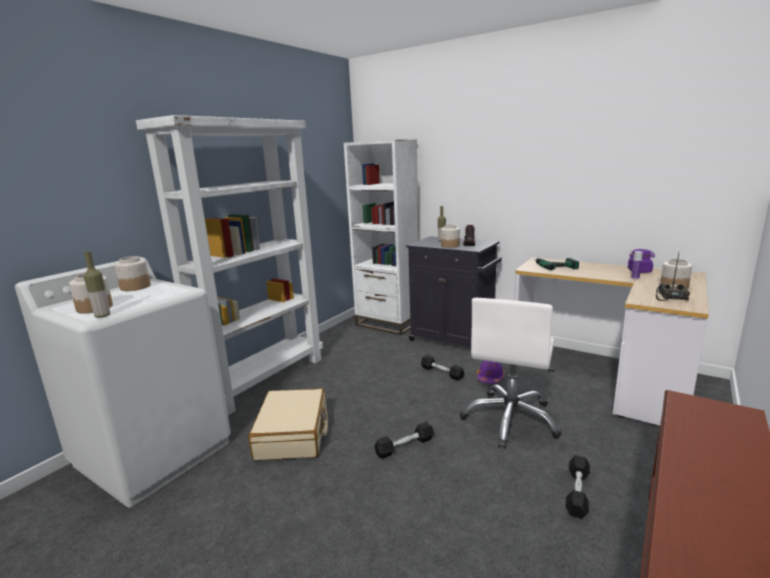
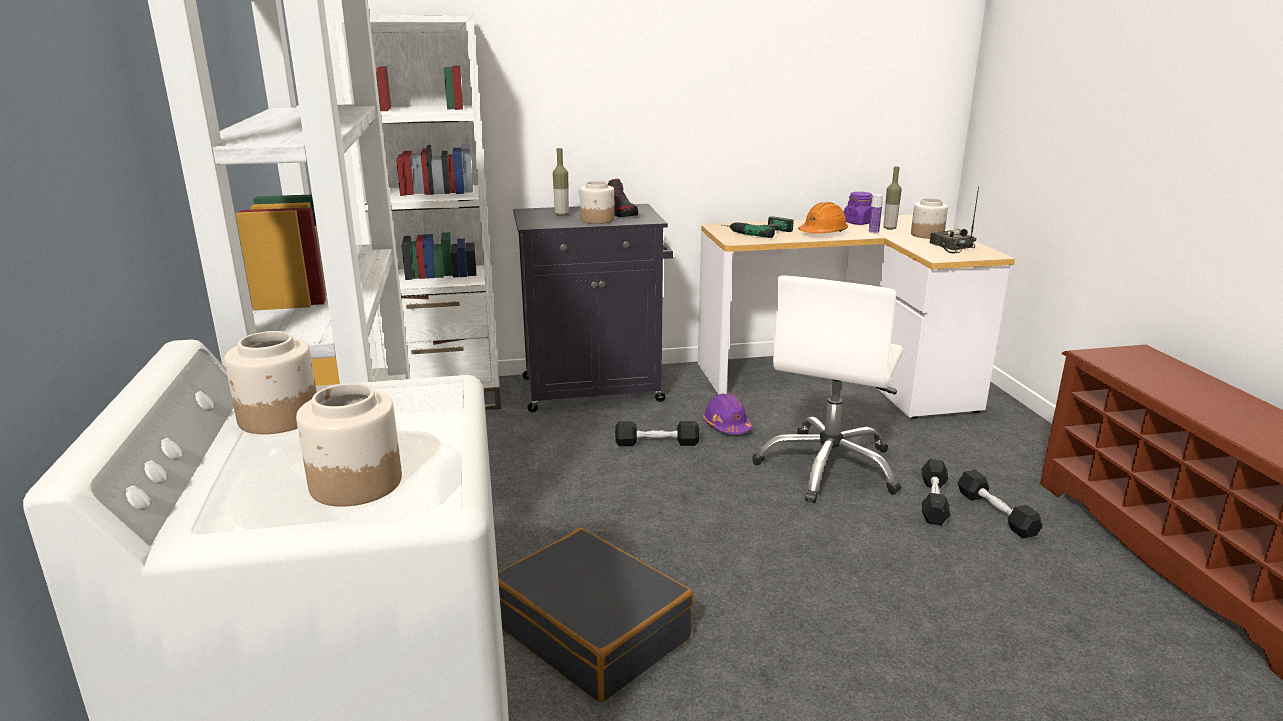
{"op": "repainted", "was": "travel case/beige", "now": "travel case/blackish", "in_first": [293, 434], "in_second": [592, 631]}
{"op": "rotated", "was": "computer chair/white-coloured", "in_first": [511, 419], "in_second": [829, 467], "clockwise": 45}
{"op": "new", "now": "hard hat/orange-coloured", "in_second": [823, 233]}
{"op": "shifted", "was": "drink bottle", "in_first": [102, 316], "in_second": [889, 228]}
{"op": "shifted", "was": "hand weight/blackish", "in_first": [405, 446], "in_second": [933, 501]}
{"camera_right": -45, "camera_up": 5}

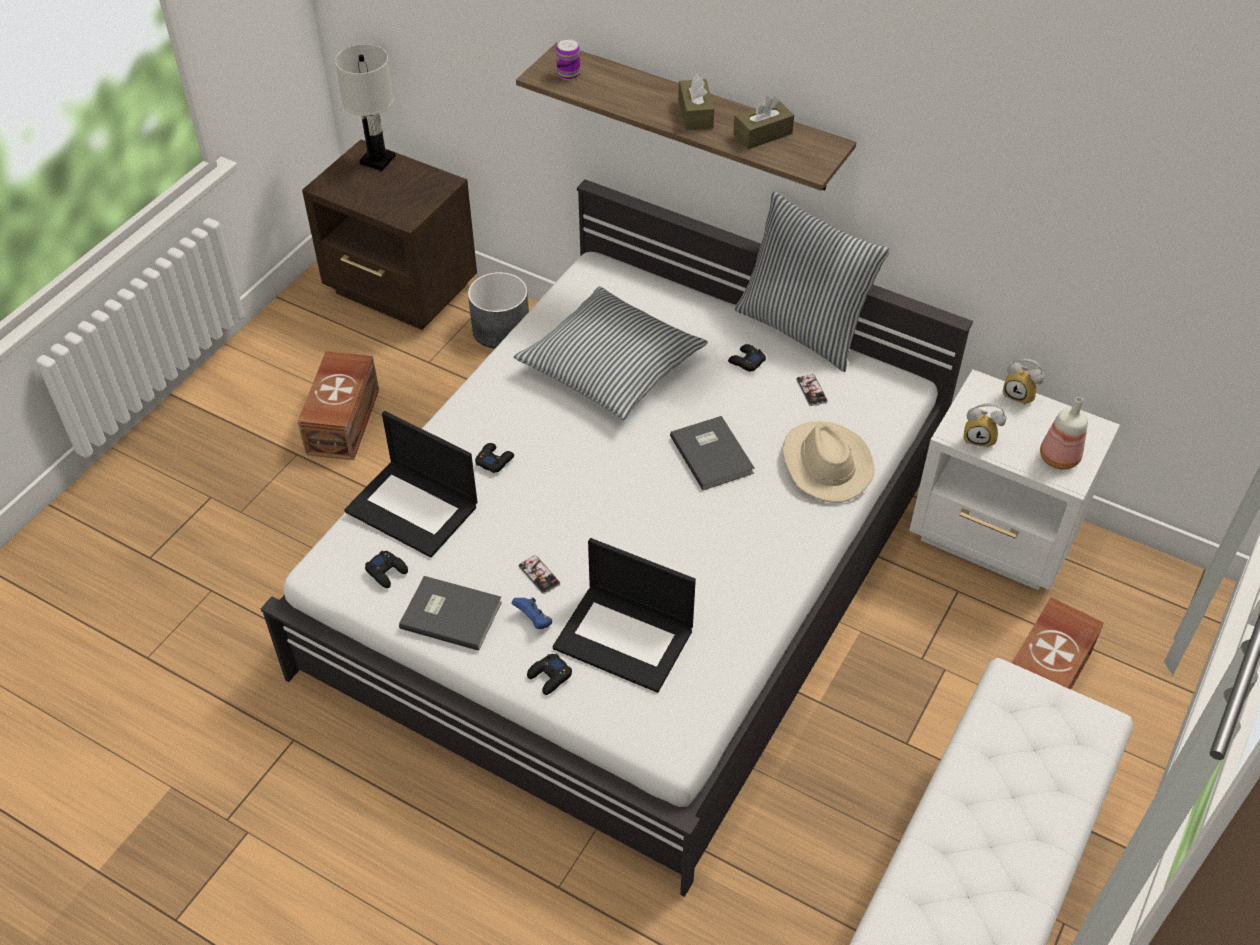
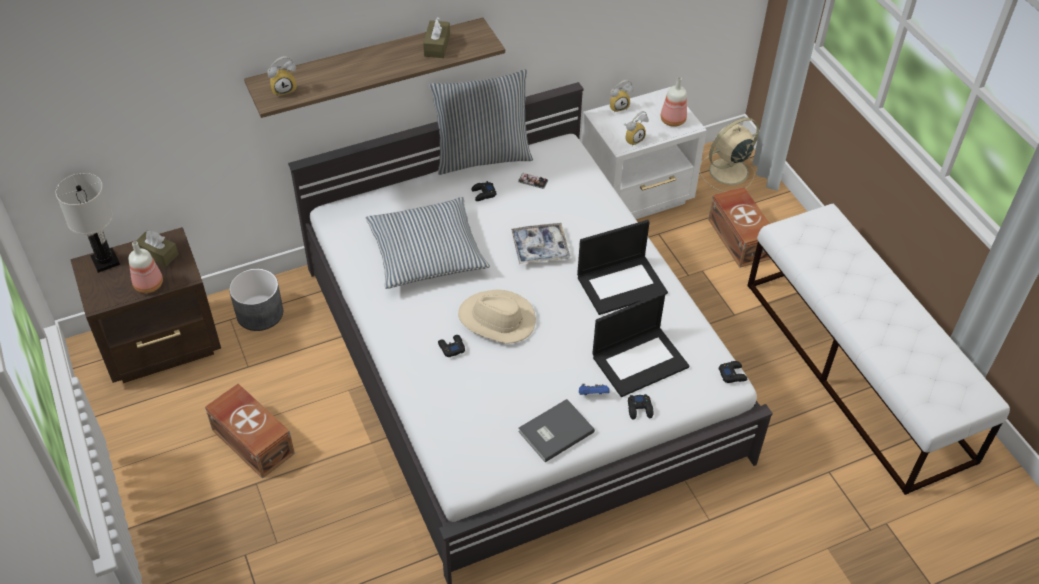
{"op": "new", "now": "drink bottle", "in_second": [148, 284]}
{"op": "shifted", "was": "tissue holder/brown", "in_first": [695, 114], "in_second": [158, 254]}
{"op": "swapped", "was": "can", "now": "alarm clock", "in_first": [568, 74], "in_second": [284, 89]}
{"op": "shifted", "was": "hat/beige", "in_first": [825, 464], "in_second": [497, 320]}
{"op": "swapped", "was": "book/greyish", "now": "tray", "in_first": [713, 453], "in_second": [540, 248]}
{"op": "shifted", "was": "notebook computer", "in_first": [414, 508], "in_second": [622, 284]}
{"op": "new", "now": "fan/beige", "in_second": [727, 172]}
{"op": "shifted", "was": "joypad/blackish", "in_first": [387, 572], "in_second": [732, 374]}
{"op": "gone", "was": "handset", "in_first": [539, 575]}
{"camera_right": -55, "camera_up": 0}

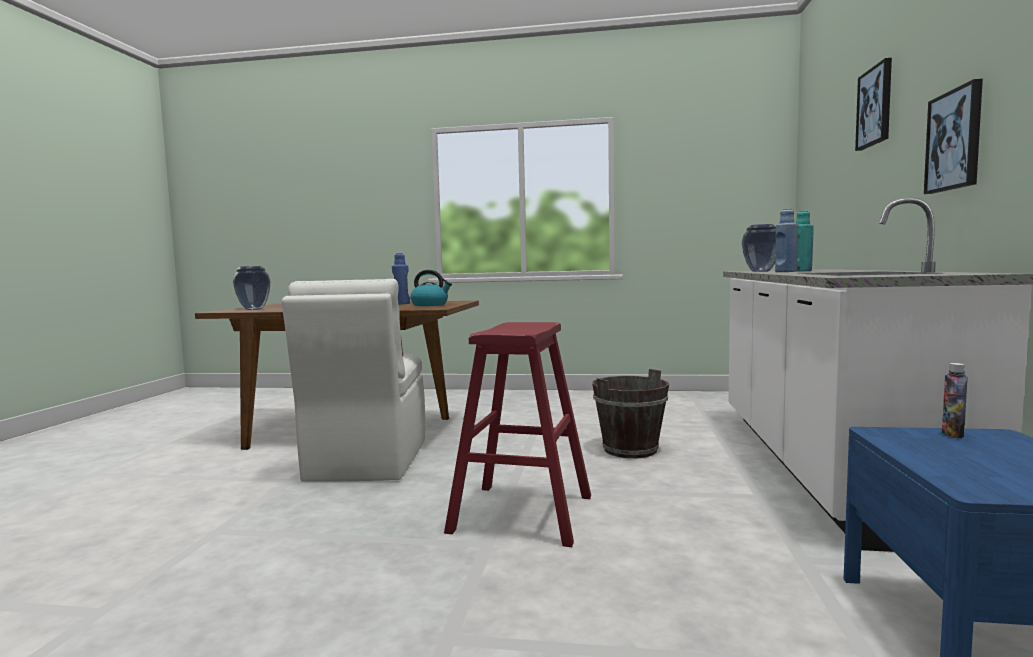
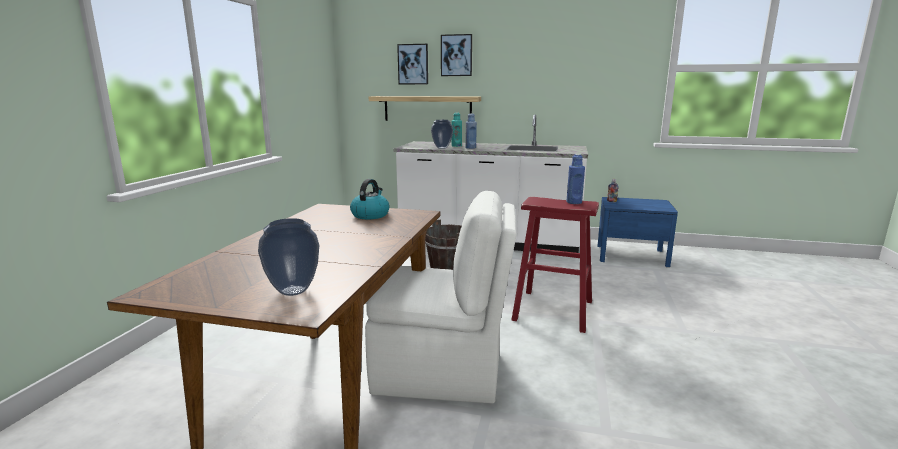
{"op": "new", "now": "bracket shelf", "in_second": [427, 108]}
{"op": "shifted", "was": "wall picture", "in_first": [955, 140], "in_second": [413, 64]}
{"op": "shifted", "was": "drink bottle/blue-coloured", "in_first": [402, 304], "in_second": [574, 202]}
{"camera_right": -85, "camera_up": 10}

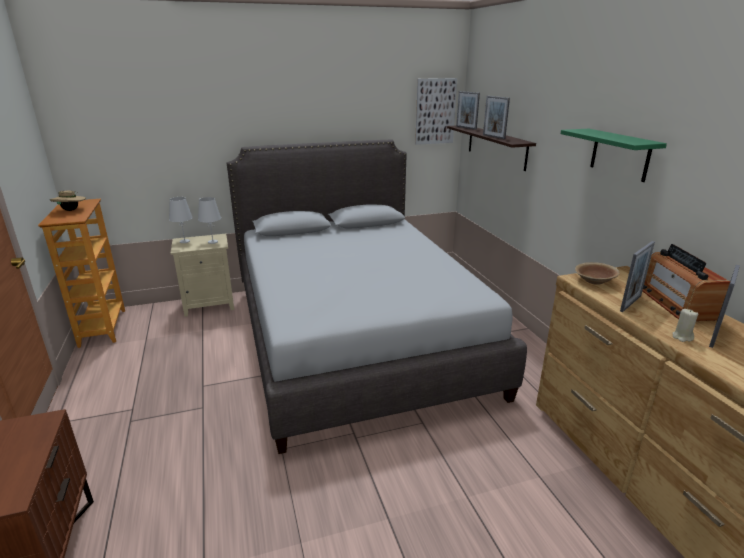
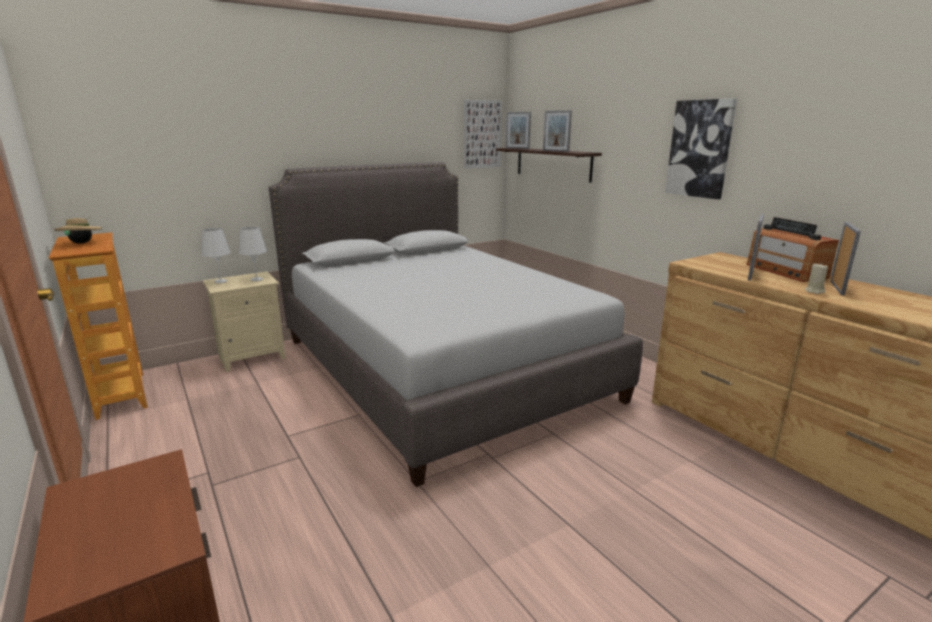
{"op": "swapped", "was": "bracket shelf/green", "now": "wall picture", "in_first": [620, 154], "in_second": [700, 149]}
{"op": "gone", "was": "bowl/brown", "in_first": [594, 281]}
{"camera_right": -15, "camera_up": -5}

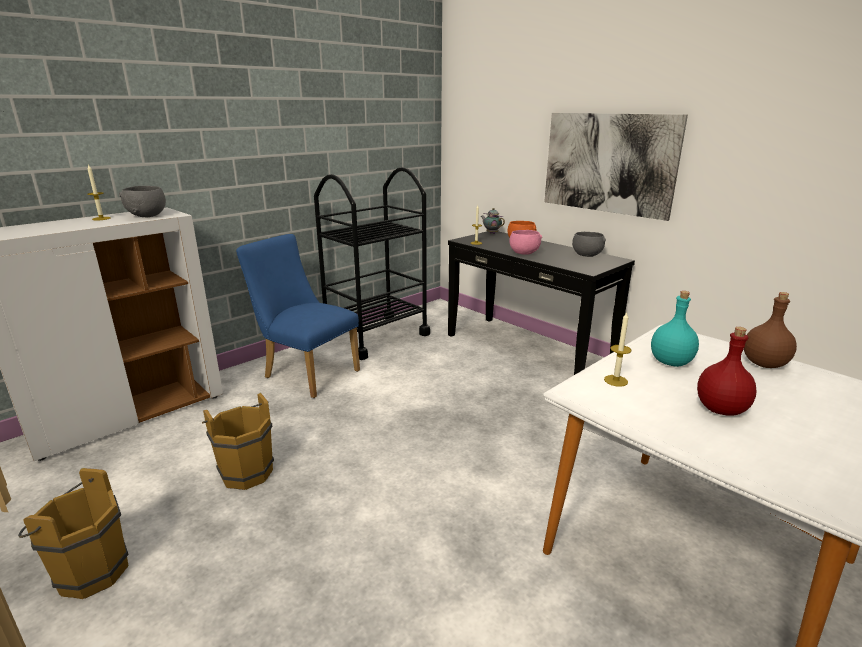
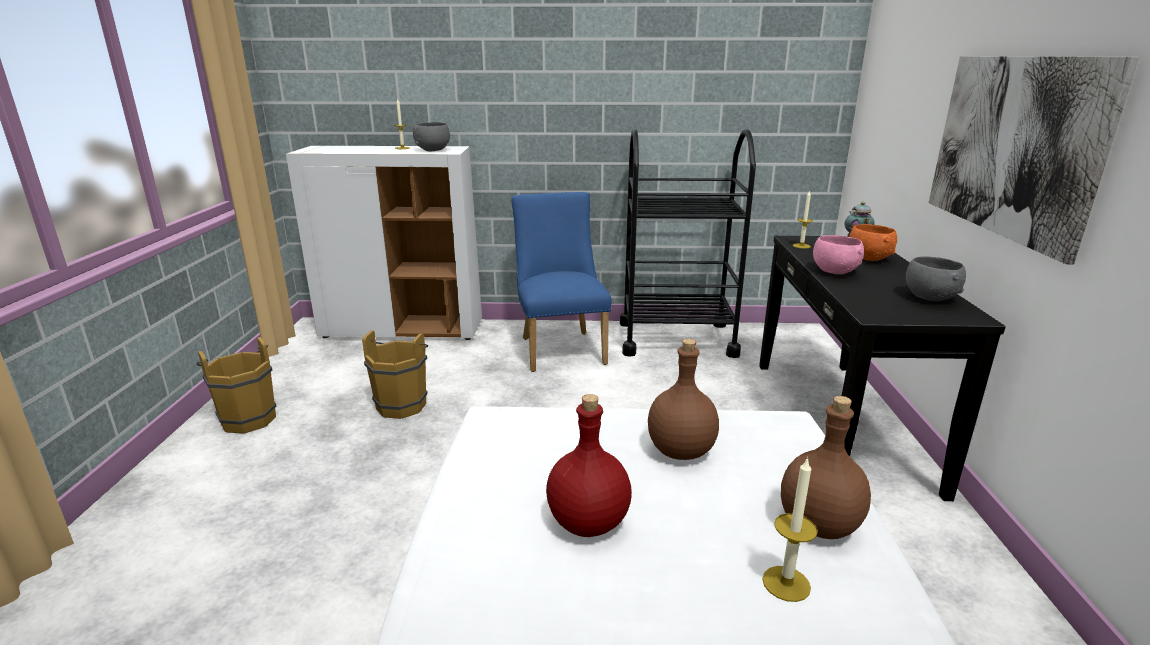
{"op": "repainted", "was": "drink bottle/turquoise", "now": "drink bottle/brown", "in_first": [671, 362], "in_second": [680, 451]}
{"op": "shifted", "was": "wax light", "in_first": [616, 380], "in_second": [786, 583]}
{"camera_right": 45, "camera_up": 0}

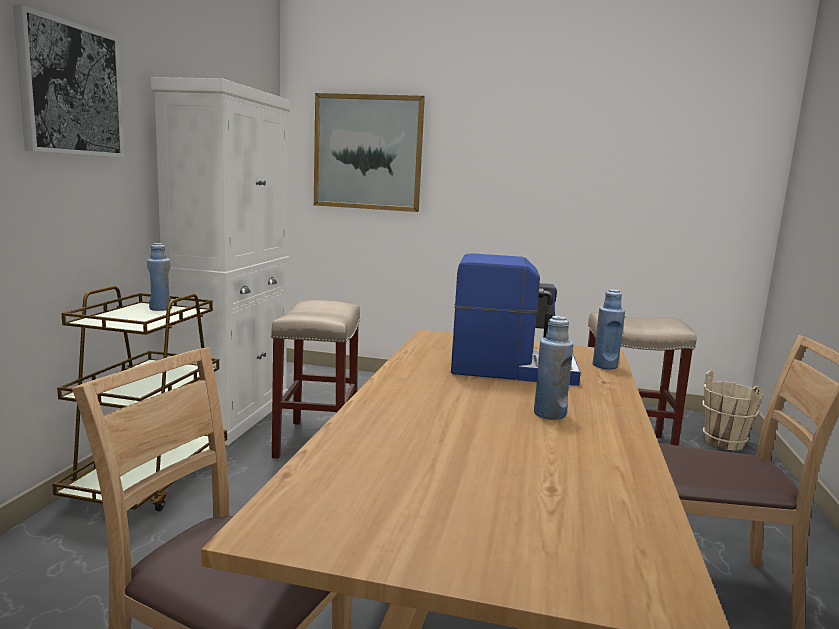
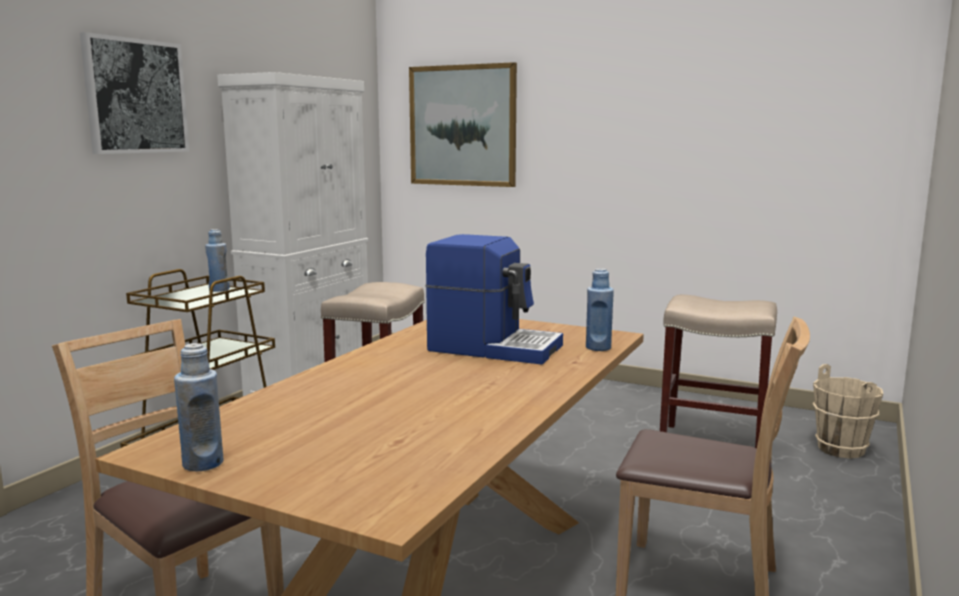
{"op": "shifted", "was": "drink bottle/blue-coloured", "in_first": [549, 414], "in_second": [203, 463]}
{"camera_right": 15, "camera_up": 0}

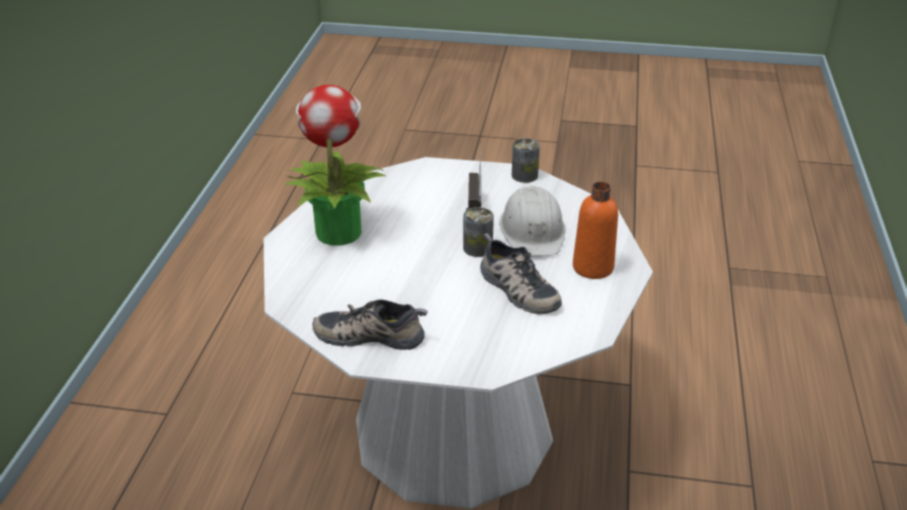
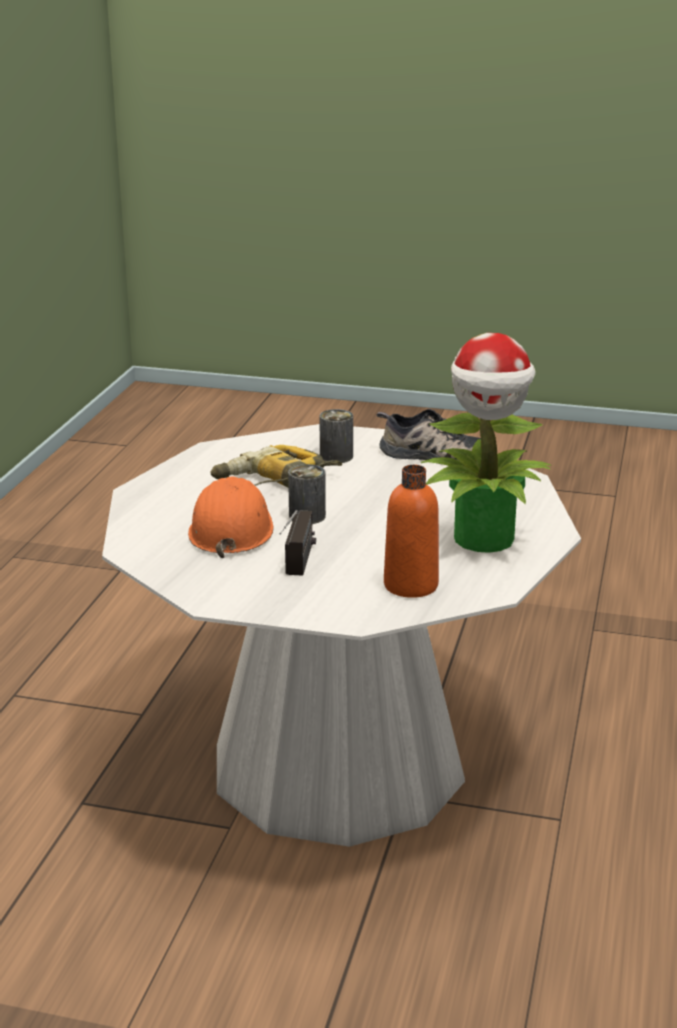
{"op": "repainted", "was": "hard hat/white-coloured", "now": "hard hat/orange-coloured", "in_first": [533, 231], "in_second": [231, 530]}
{"op": "swapped", "was": "low shoe", "now": "power drill", "in_first": [516, 289], "in_second": [274, 480]}
{"op": "shifted", "was": "can", "in_first": [524, 175], "in_second": [336, 456]}
{"op": "shifted", "was": "drink bottle/orange-coloured", "in_first": [593, 267], "in_second": [411, 585]}
{"camera_right": -175, "camera_up": -10}

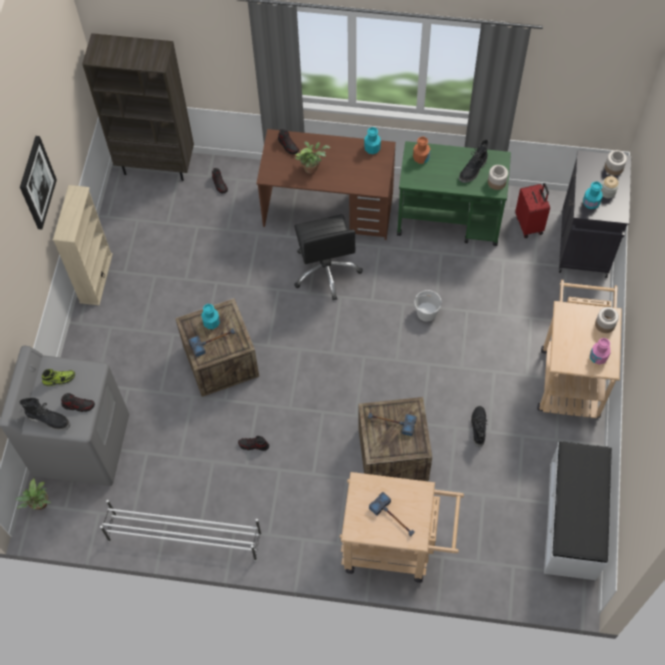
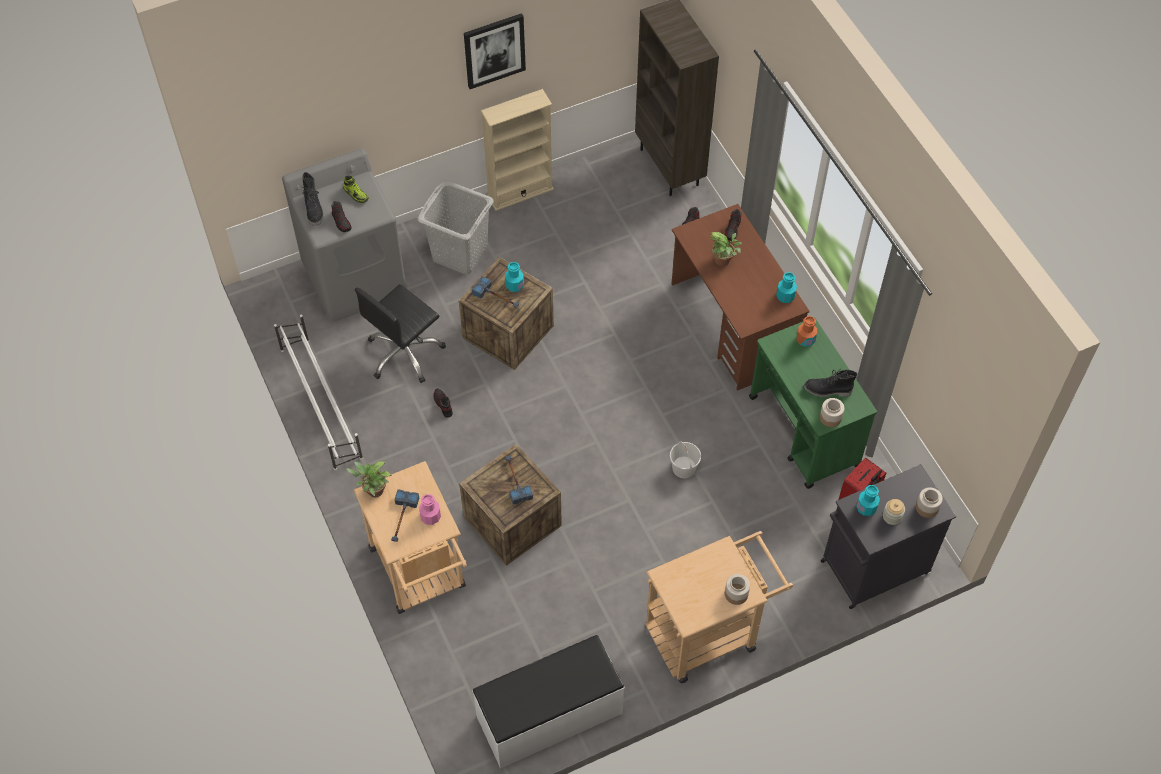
{"op": "shifted", "was": "houseplant", "in_first": [40, 505], "in_second": [373, 491]}
{"op": "shifted", "was": "computer chair/blackish", "in_first": [326, 270], "in_second": [405, 353]}
{"op": "new", "now": "washing basket/greyish", "in_second": [460, 254]}
{"op": "shifted", "was": "drink bottle/pink", "in_first": [598, 357], "in_second": [430, 517]}
{"op": "gone", "was": "boot/blackish", "in_first": [478, 427]}
{"camera_right": 55, "camera_up": -5}

